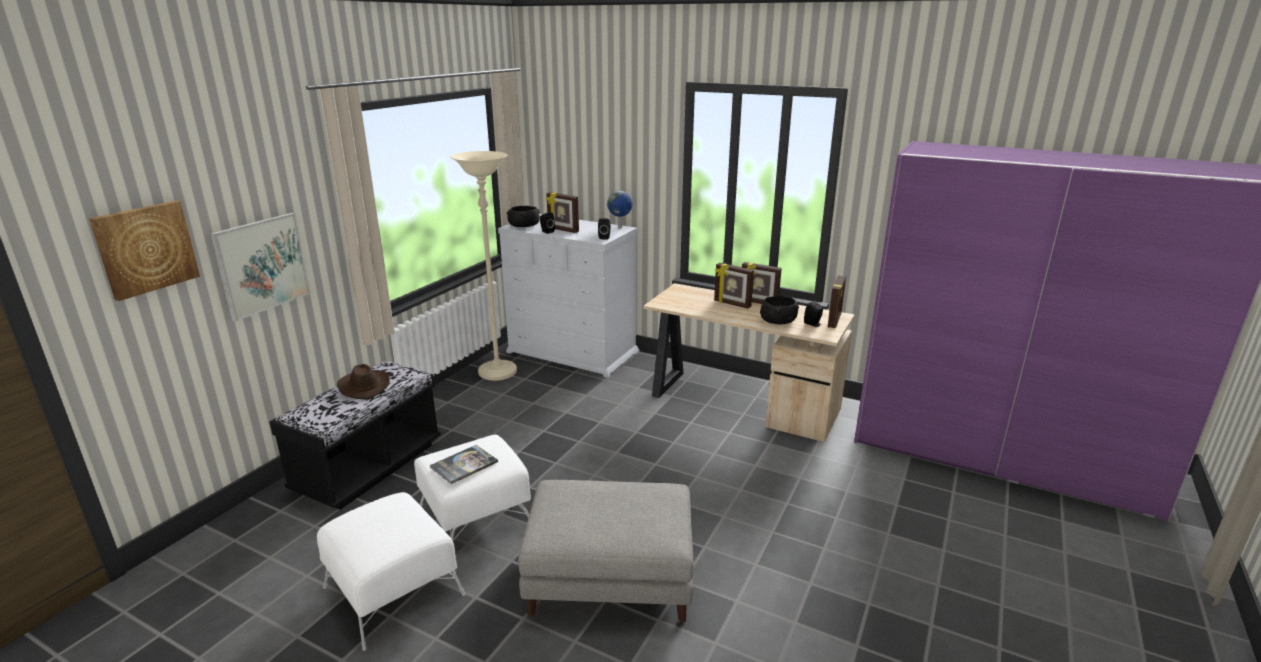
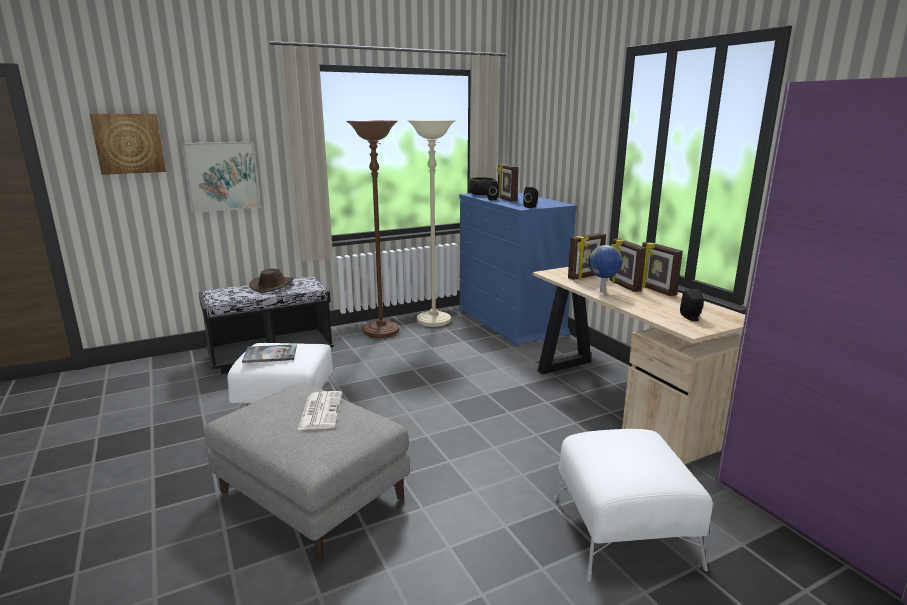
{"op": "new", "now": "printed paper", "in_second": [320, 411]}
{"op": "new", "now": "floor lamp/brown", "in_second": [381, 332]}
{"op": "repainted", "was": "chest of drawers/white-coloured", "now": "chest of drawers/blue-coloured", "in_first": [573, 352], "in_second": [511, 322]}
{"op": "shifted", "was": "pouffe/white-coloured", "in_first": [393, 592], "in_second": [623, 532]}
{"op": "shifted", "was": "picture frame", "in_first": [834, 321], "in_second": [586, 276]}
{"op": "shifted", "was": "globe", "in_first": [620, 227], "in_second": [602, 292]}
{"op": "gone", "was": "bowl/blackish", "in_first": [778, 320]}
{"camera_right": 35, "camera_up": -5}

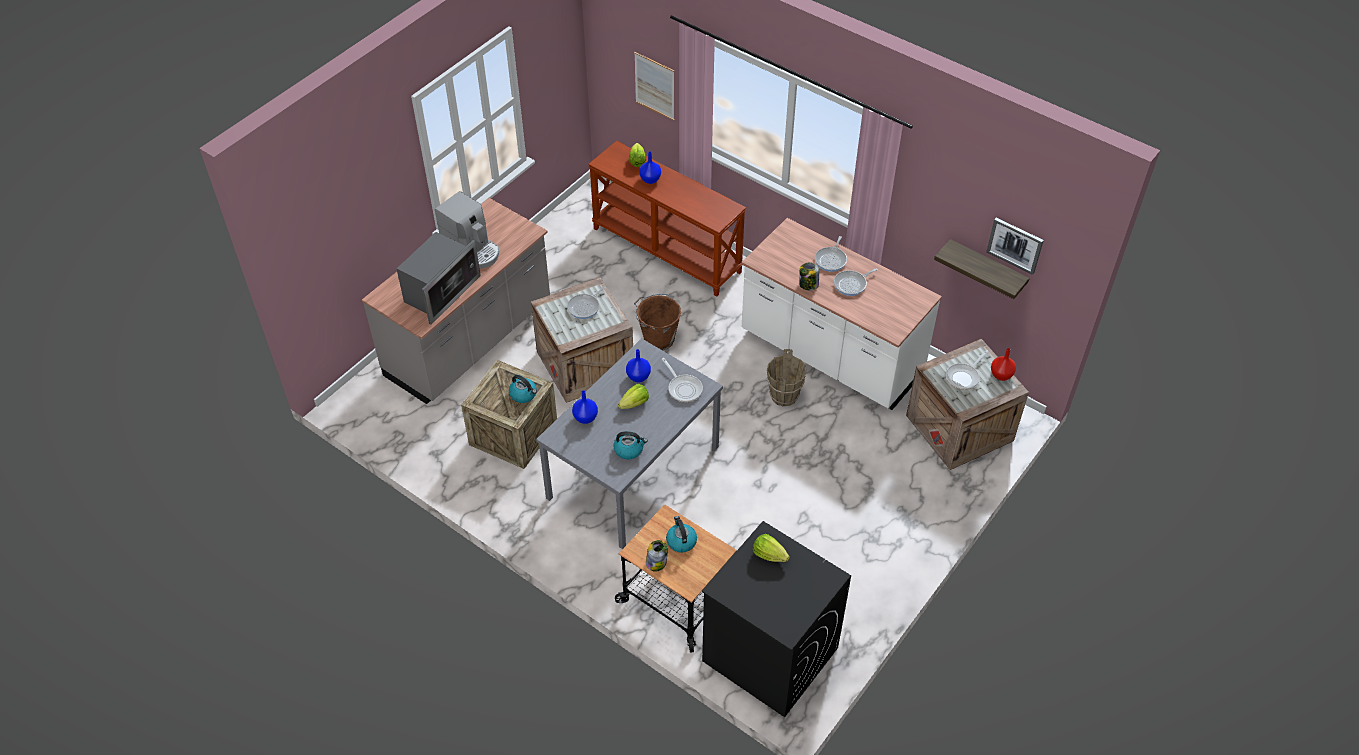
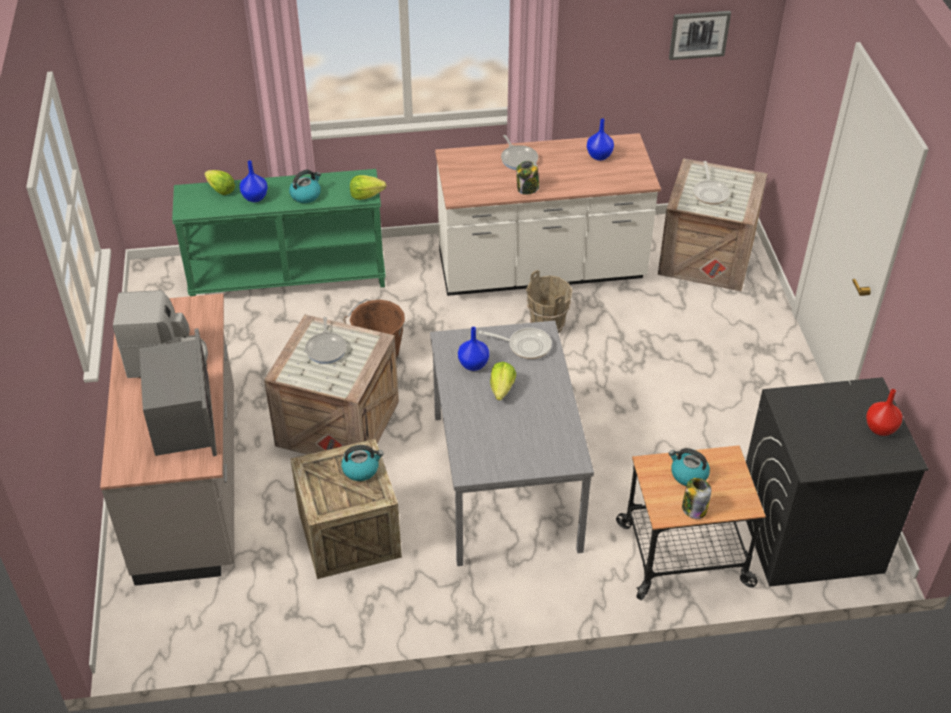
{"op": "repainted", "was": "console table/brown", "now": "console table/green", "in_first": [667, 250], "in_second": [288, 277]}
{"op": "shifted", "was": "kettle", "in_first": [629, 449], "in_second": [306, 195]}
{"op": "shifted", "was": "head of lettuce", "in_first": [769, 555], "in_second": [366, 195]}
{"op": "shifted", "was": "flower vase/blue-coloured", "in_first": [586, 418], "in_second": [599, 156]}
{"op": "shifted", "was": "flower vase/reddish", "in_first": [1001, 375], "in_second": [880, 429]}
{"op": "gone", "was": "wall picture", "in_first": [654, 86]}
{"op": "gone", "was": "skillet", "in_first": [851, 284]}
{"op": "gone", "was": "bracket shelf", "in_first": [986, 269]}
{"camera_right": -45, "camera_up": -5}

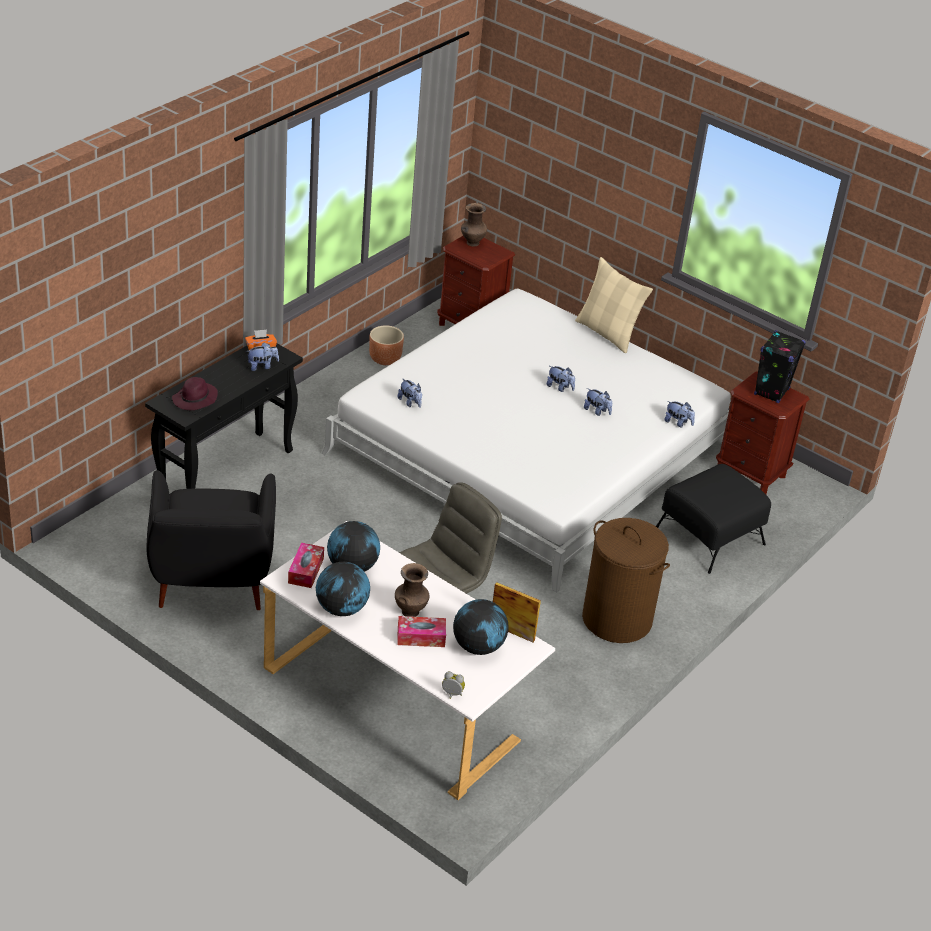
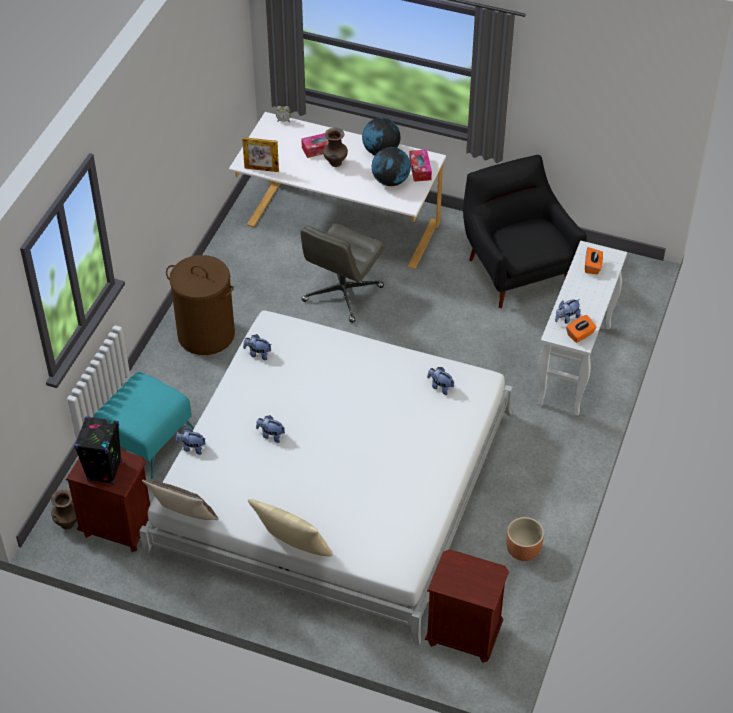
{"op": "shifted", "was": "flower vase/brown", "in_first": [472, 243], "in_second": [68, 523]}
{"op": "repainted", "was": "pouffe/blackish", "now": "pouffe/turquoise", "in_first": [709, 536], "in_second": [146, 438]}
{"op": "new", "now": "pillow", "in_second": [183, 517]}
{"op": "shifted", "was": "plush toy", "in_first": [560, 387], "in_second": [258, 354]}
{"op": "repainted", "was": "console table/blackish", "now": "console table/white-coloured", "in_first": [226, 472], "in_second": [574, 366]}
{"op": "swapped", "was": "hat/purple", "now": "tissue holder/orange-coloured", "in_first": [195, 400], "in_second": [592, 267]}
{"op": "gone", "was": "globe", "in_first": [478, 646]}
{"camera_right": 165, "camera_up": 10}

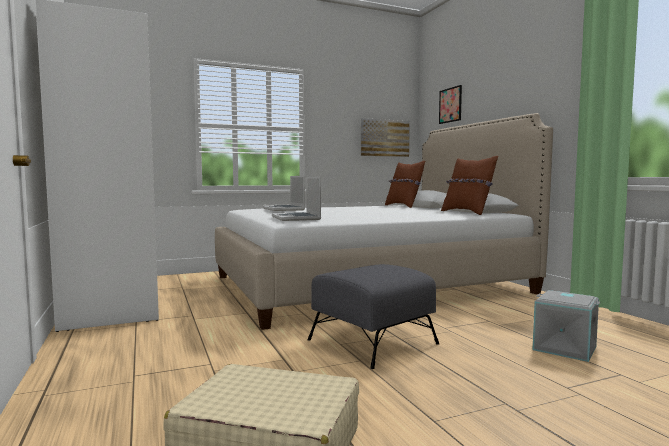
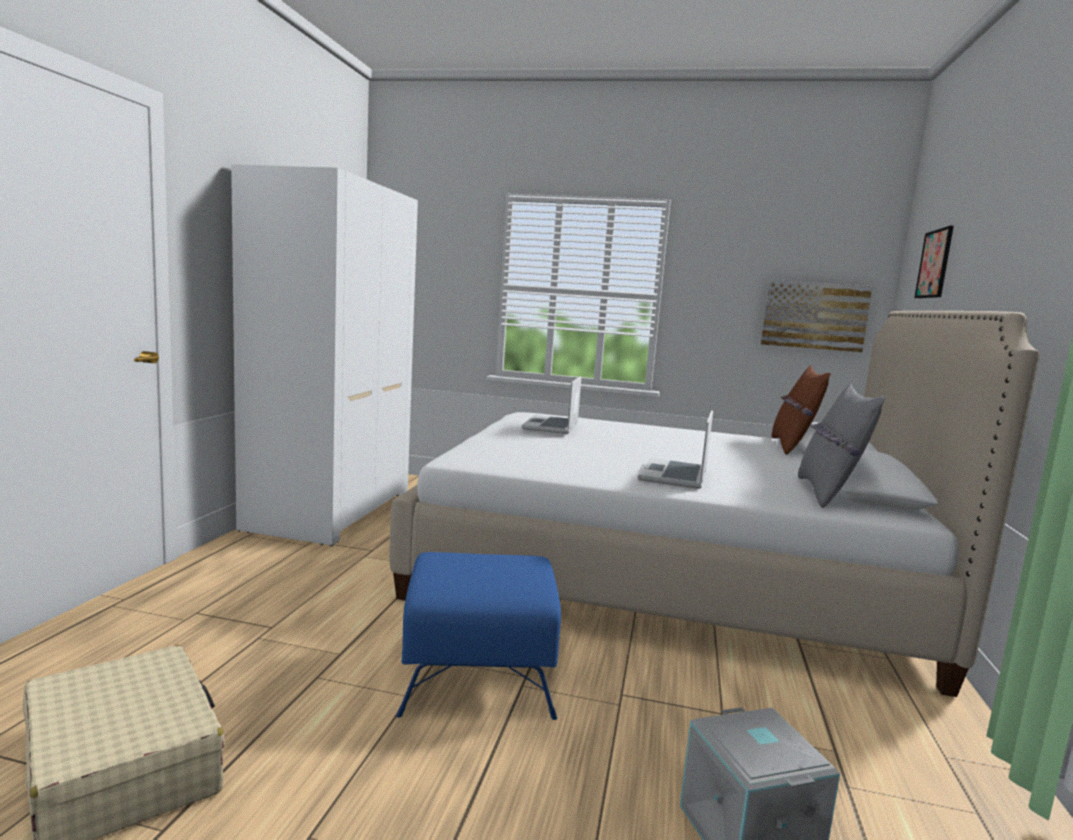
{"op": "repainted", "was": "pouffe/greyish", "now": "pouffe/blue-coloured", "in_first": [373, 341], "in_second": [479, 673]}
{"op": "shifted", "was": "notebook computer", "in_first": [296, 218], "in_second": [675, 476]}
{"op": "repainted", "was": "pillow/brown", "now": "pillow/greyish", "in_first": [467, 212], "in_second": [828, 494]}
{"camera_right": 35, "camera_up": 5}

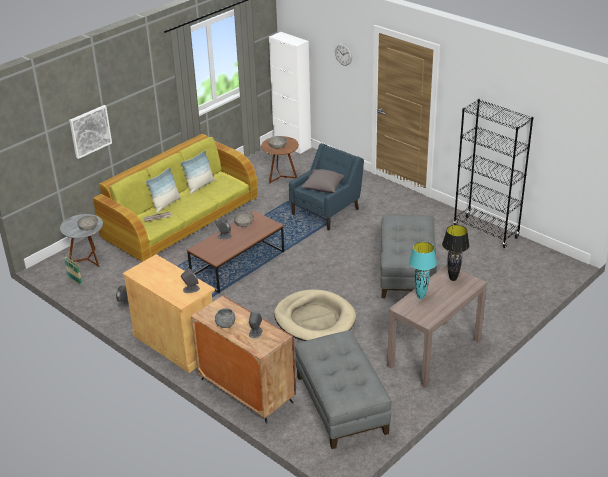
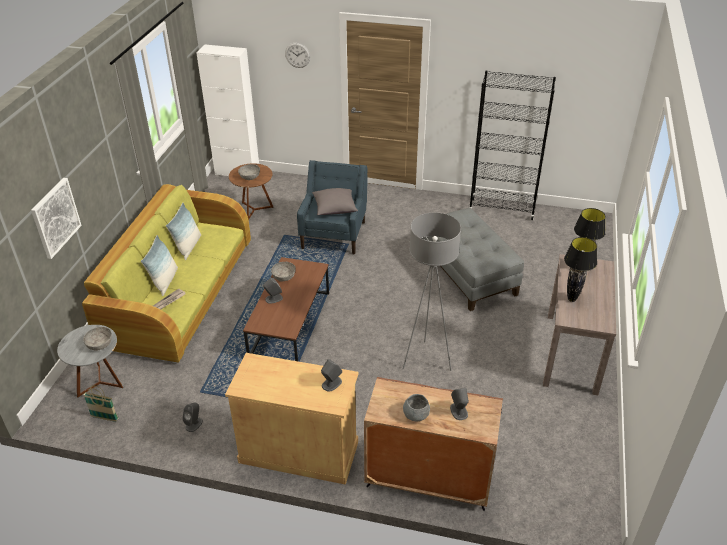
{"op": "swapped", "was": "dog cushion/beige", "now": "floor lamp/greyish", "in_first": [314, 319], "in_second": [426, 360]}
{"op": "repainted", "was": "tabletop lamp/turquoise", "now": "tabletop lamp/blackish", "in_first": [421, 296], "in_second": [571, 299]}
{"op": "gone", "was": "pouffe/greyish", "in_first": [340, 404]}
{"camera_right": -30, "camera_up": 5}

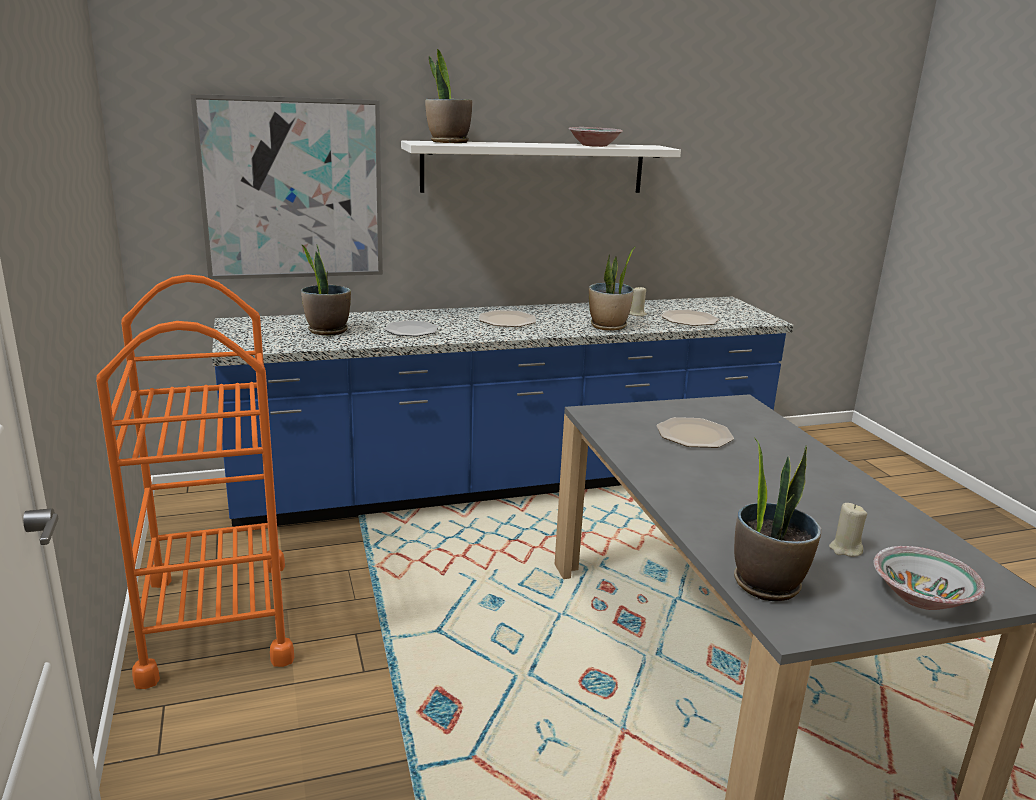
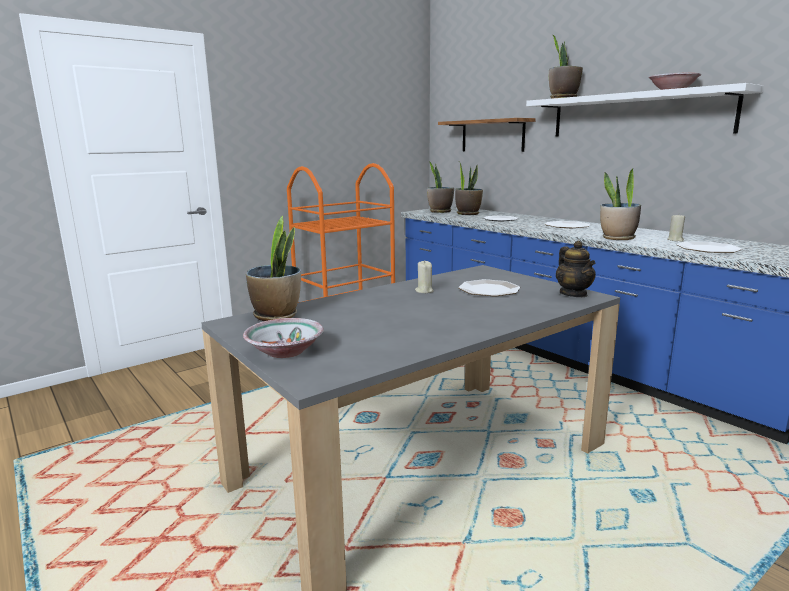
{"op": "shifted", "was": "wax light/beige", "in_first": [845, 549], "in_second": [424, 291]}
{"op": "new", "now": "houseplant", "in_second": [440, 211]}
{"op": "swapped", "was": "wall picture", "now": "bracket shelf", "in_first": [292, 189], "in_second": [492, 136]}
{"op": "new", "now": "pot for tea", "in_second": [573, 294]}
{"camera_right": 70, "camera_up": -5}

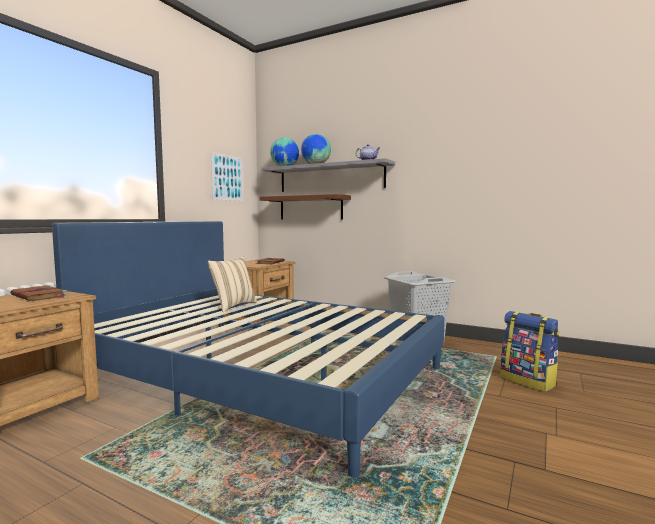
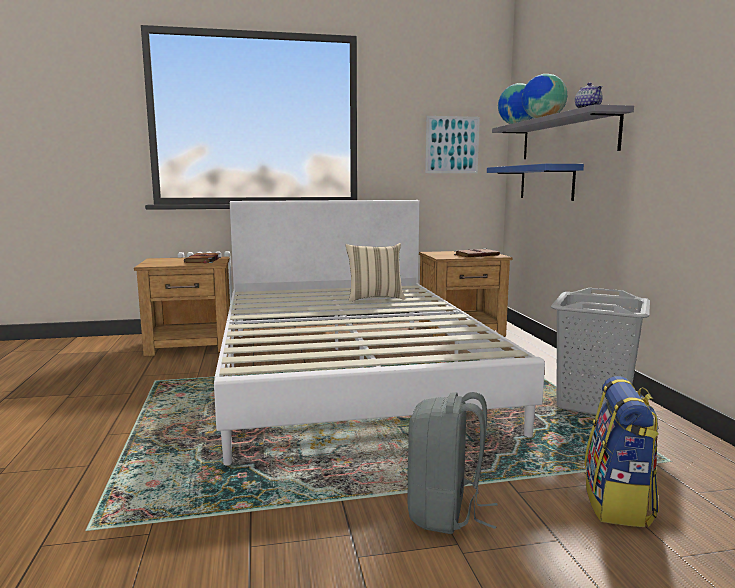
{"op": "repainted", "was": "bedroom bed/blue-coloured", "now": "bedroom bed/white-coloured", "in_first": [261, 373], "in_second": [350, 373]}
{"op": "new", "now": "backpack/greyish", "in_second": [445, 512]}
{"op": "repainted", "was": "bracket shelf/brown", "now": "bracket shelf/blue-coloured", "in_first": [310, 208], "in_second": [546, 182]}
{"camera_right": 50, "camera_up": 5}

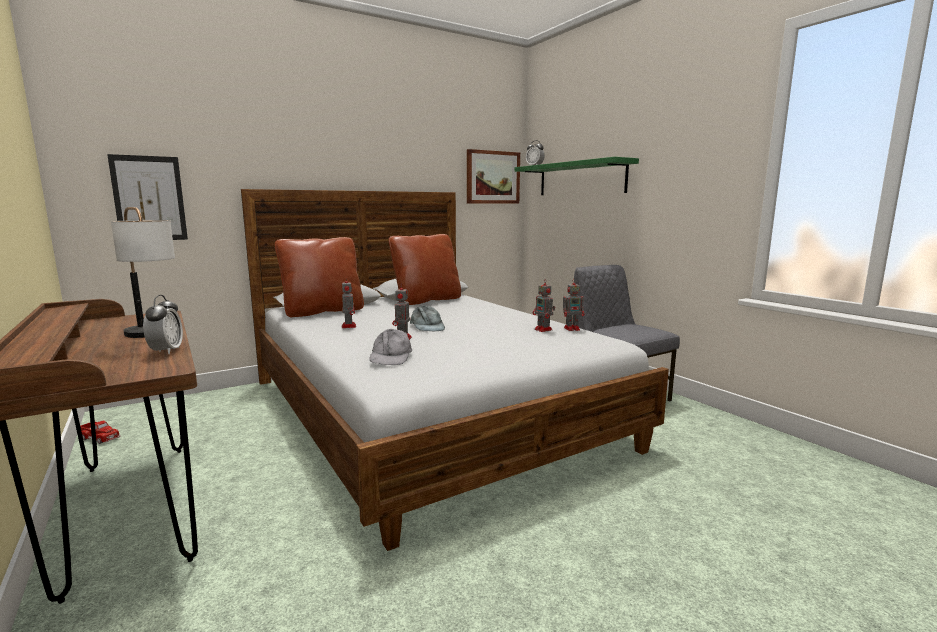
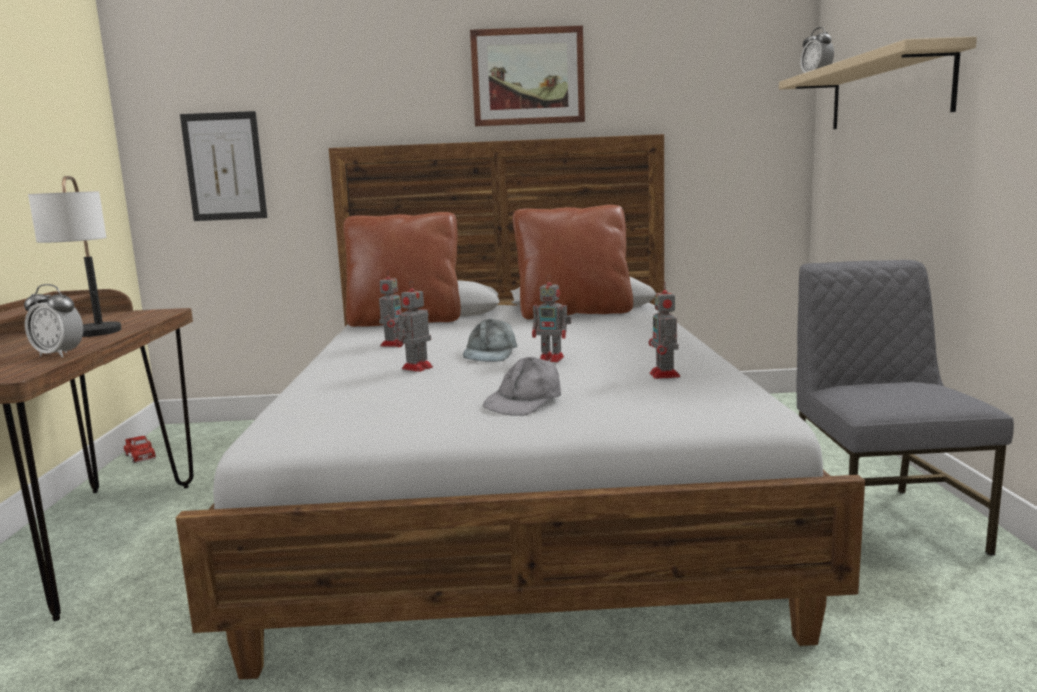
{"op": "rotated", "was": "alarm clock", "in_first": [166, 351], "in_second": [59, 355], "clockwise": 90}
{"op": "shifted", "was": "wall picture", "in_first": [493, 177], "in_second": [528, 77]}
{"op": "shifted", "was": "peaked cap/greyish", "in_first": [391, 356], "in_second": [524, 401]}
{"op": "shifted", "was": "toy robot", "in_first": [572, 329], "in_second": [553, 359]}
{"op": "repainted", "was": "bracket shelf/green", "now": "bracket shelf/beige", "in_first": [581, 179], "in_second": [888, 92]}
{"camera_right": 30, "camera_up": 0}

